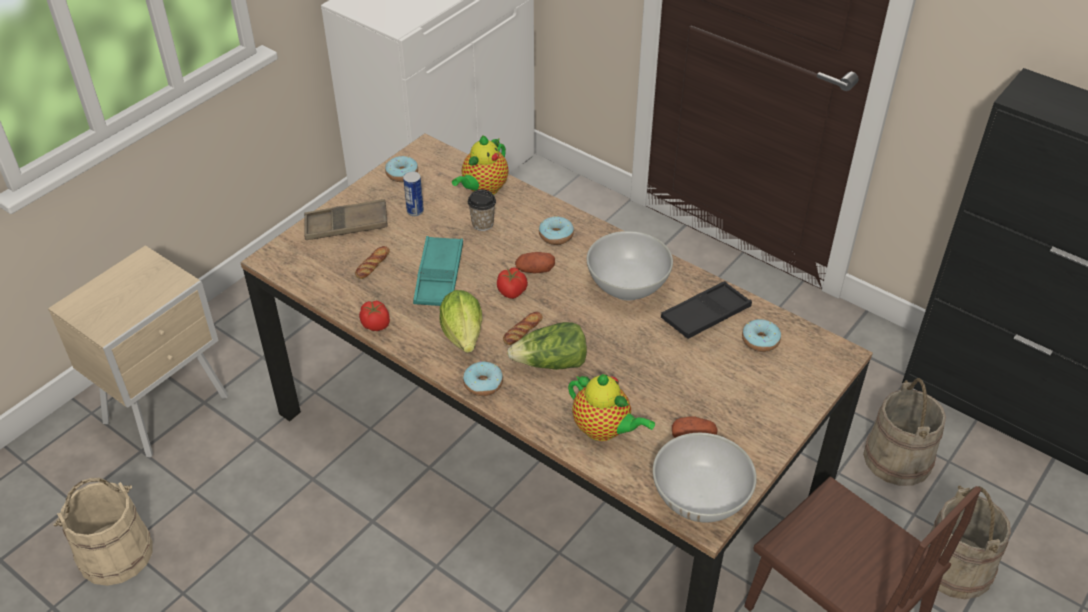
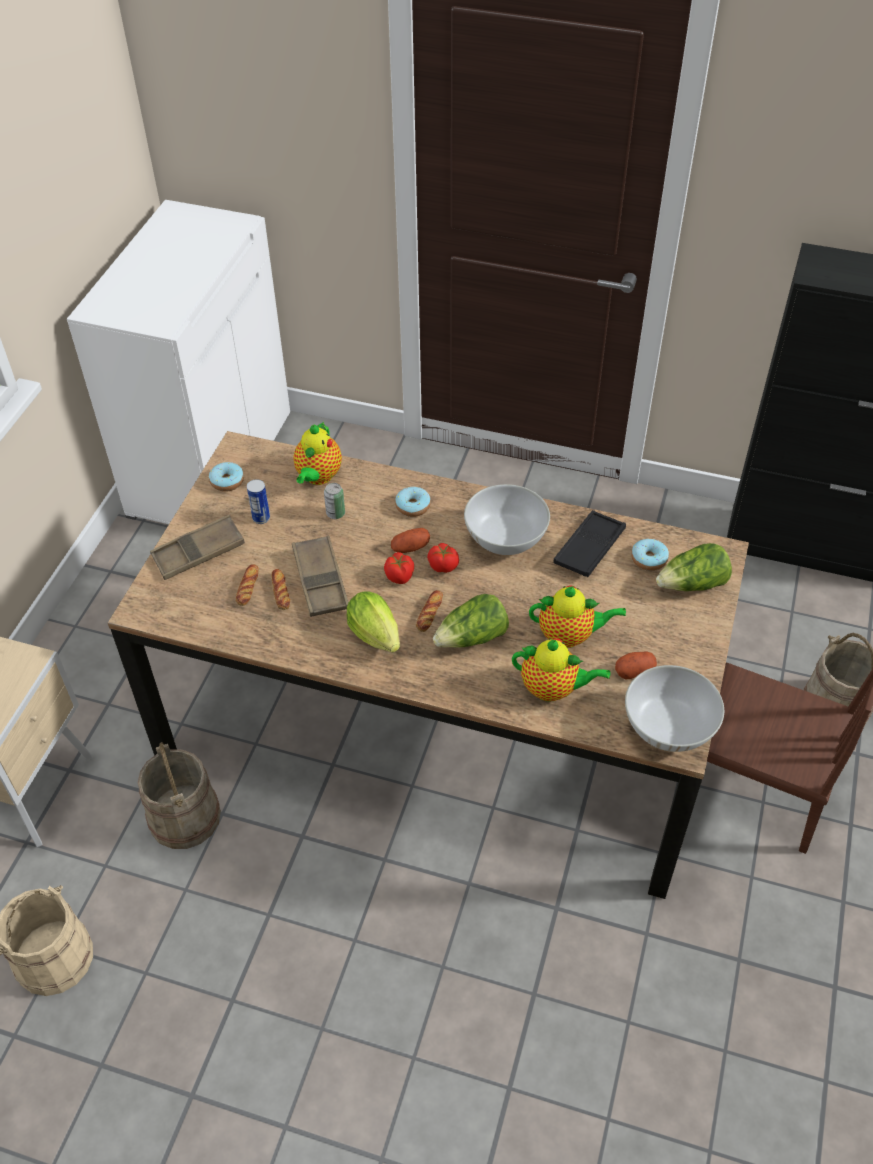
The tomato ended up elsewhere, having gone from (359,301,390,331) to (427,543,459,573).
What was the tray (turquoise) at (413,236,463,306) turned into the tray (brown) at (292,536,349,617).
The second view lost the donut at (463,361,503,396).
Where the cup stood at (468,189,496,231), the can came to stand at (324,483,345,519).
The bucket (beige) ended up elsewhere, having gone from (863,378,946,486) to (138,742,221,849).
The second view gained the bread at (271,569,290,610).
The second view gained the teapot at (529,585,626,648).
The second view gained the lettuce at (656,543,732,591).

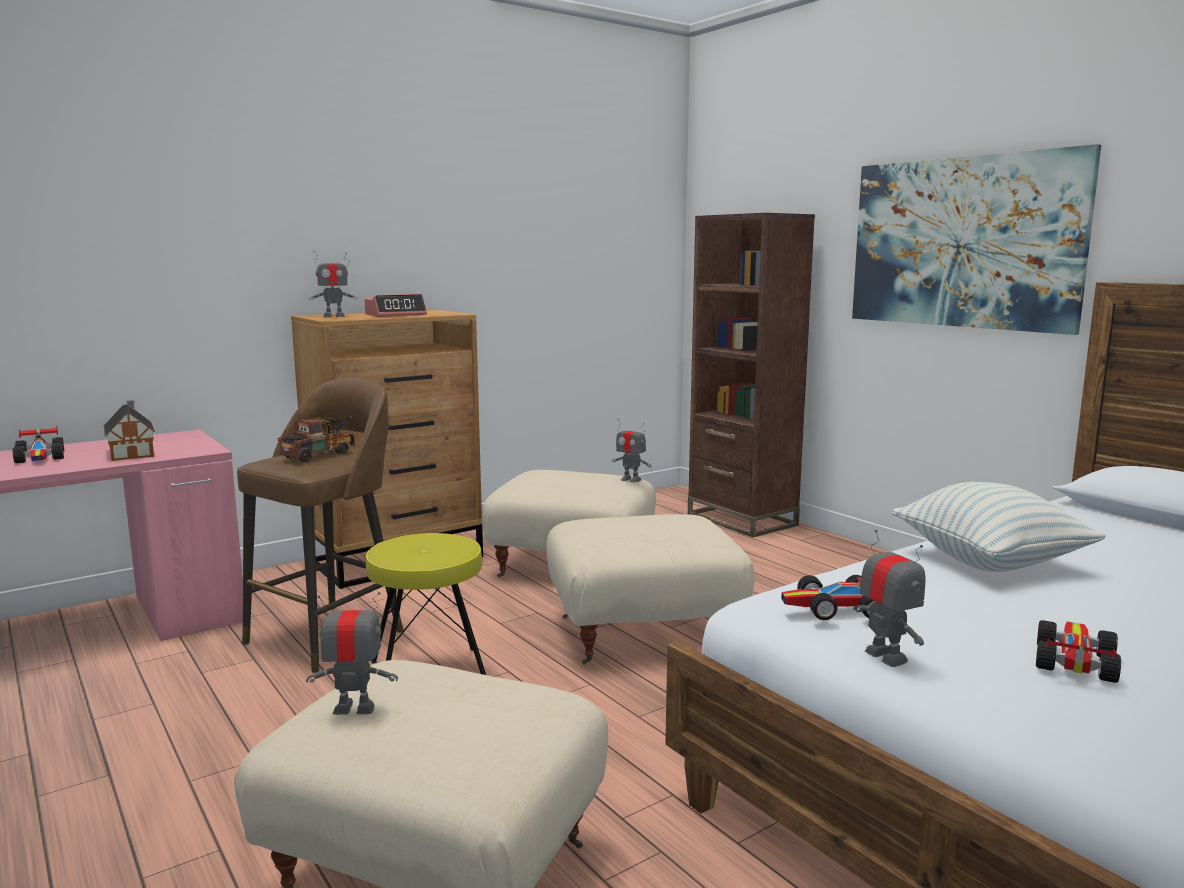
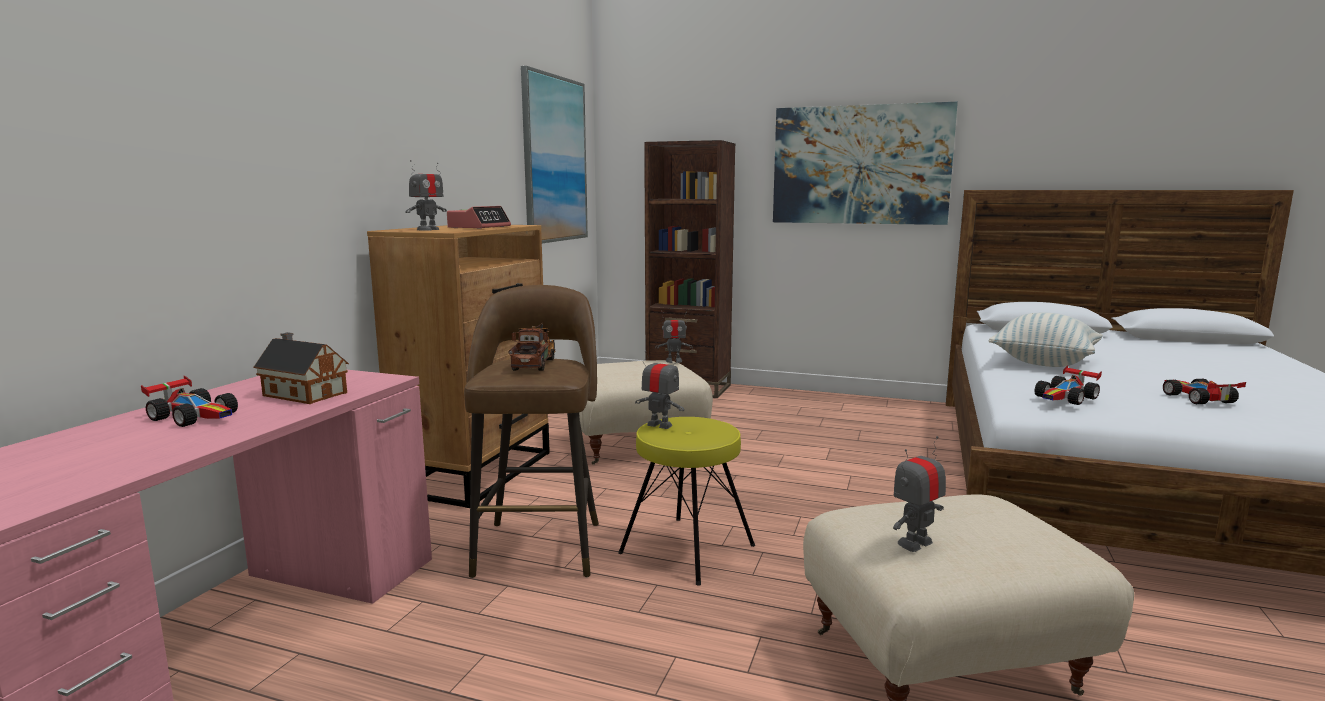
The second view lost the ottoman (beige) at (547,514,755,665).
The toy robot ended up elsewhere, having gone from (854,530,926,667) to (635,351,684,429).
The second view gained the picture at (521,66,588,243).

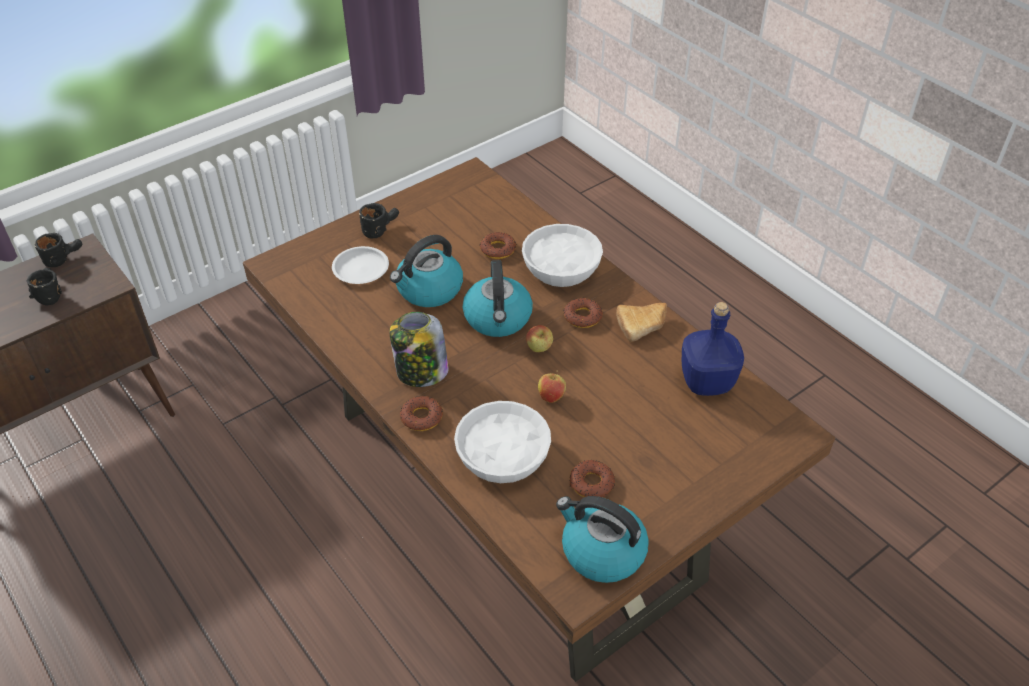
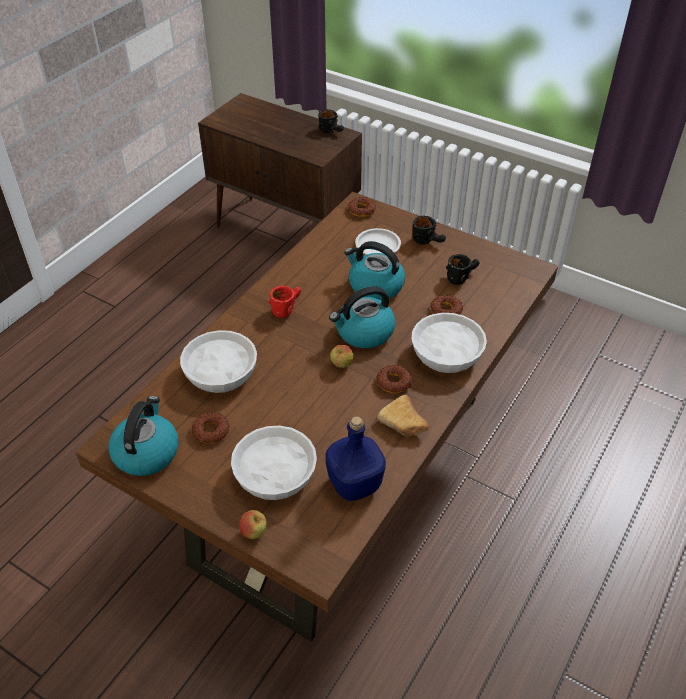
The mug (black) ended up elsewhere, having gone from (27,268,62,306) to (446,254,480,285).
Where the jar stood at (390,312,449,387), the mug (red) came to stand at (269,286,301,318).
The donut ended up elsewhere, having gone from (400,396,443,431) to (348,197,376,217).
The apple ended up elsewhere, having gone from (538,370,566,403) to (240,510,267,539).
The second view gained the bowl (white) at (231,426,317,500).

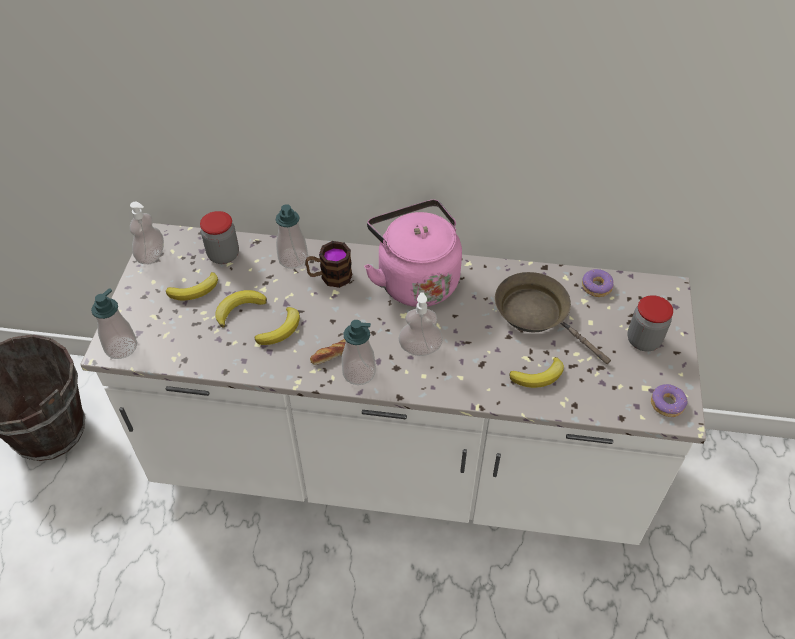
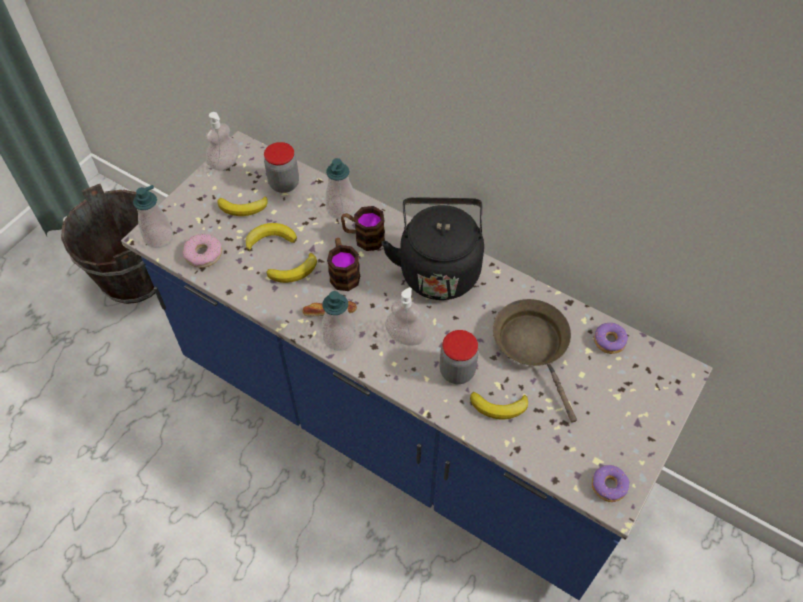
What was the counter (white) at (80,223,706,545) turned into the counter (blue) at (121,131,713,600).
What was the kettle (pink) at (364,200,462,307) turned into the kettle (black) at (381,197,484,300).
The jar ended up elsewhere, having gone from (627,295,673,351) to (440,330,479,384).
The second view gained the donut at (183,234,222,268).
The second view gained the mug at (327,238,360,291).

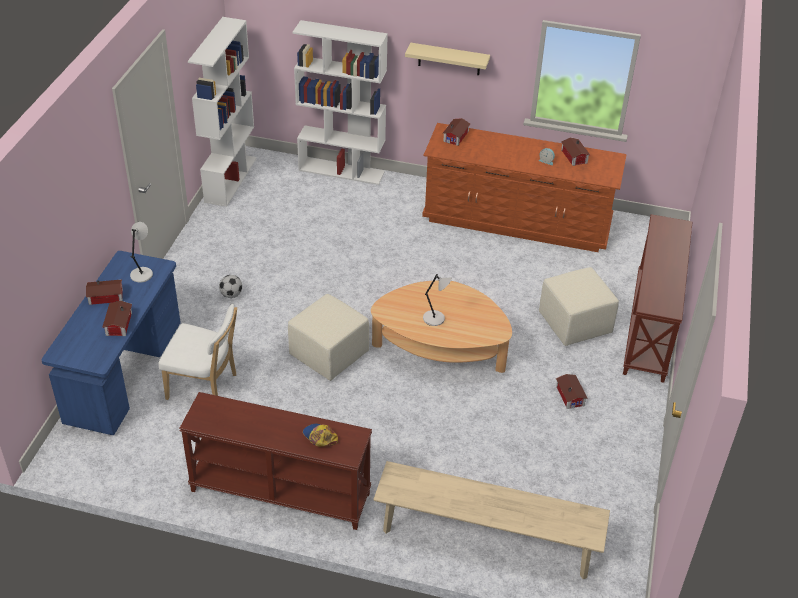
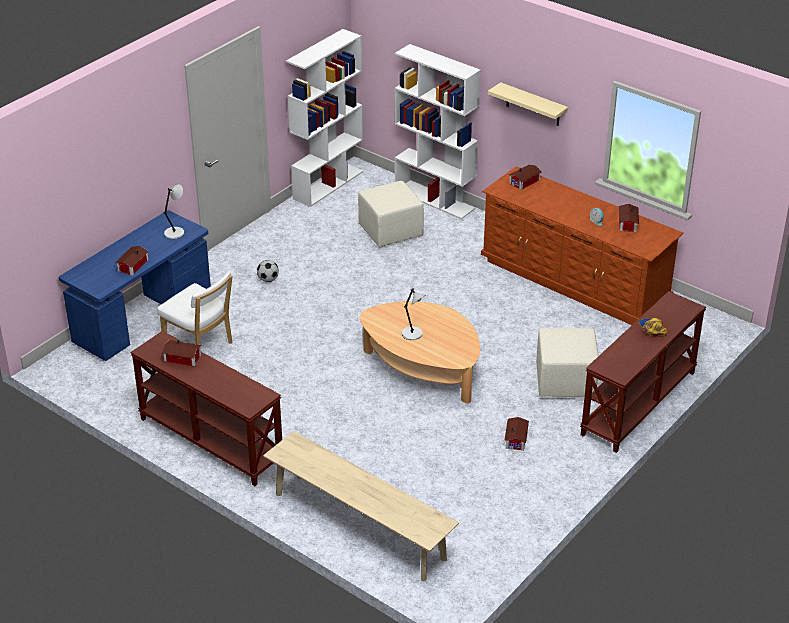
The toy house ended up elsewhere, having gone from (86,279,123,305) to (162,340,201,366).
The ottoman (beige) ended up elsewhere, having gone from (288,294,369,381) to (358,181,424,248).
The cap ended up elsewhere, having gone from (303,424,338,447) to (639,318,667,337).

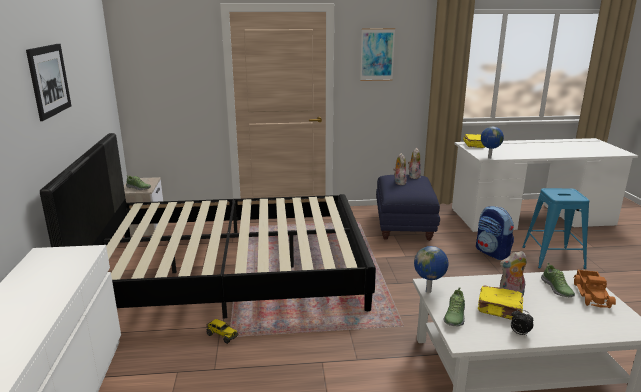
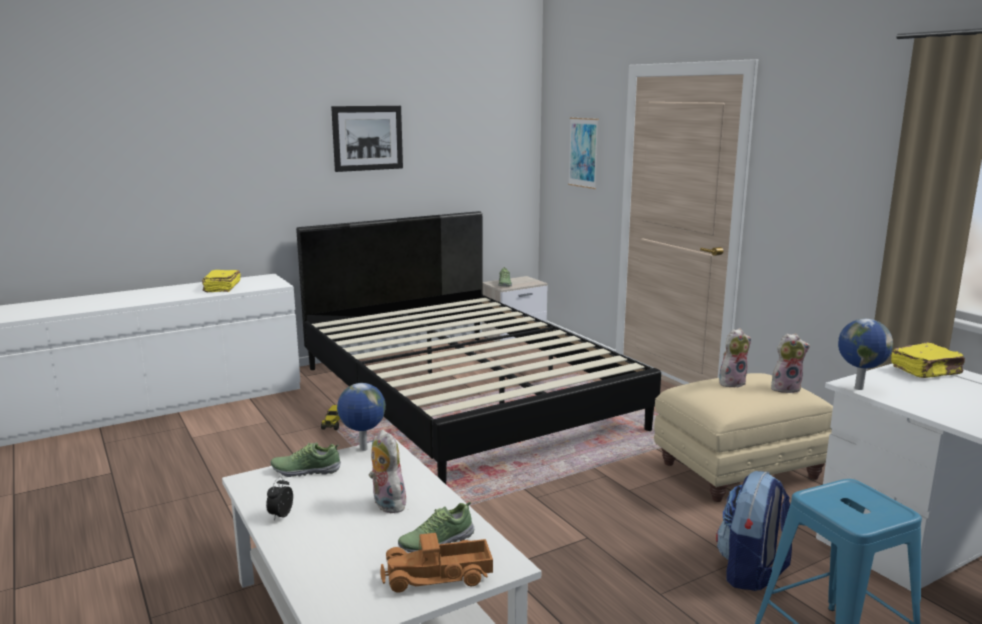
The picture ended up elsewhere, having gone from (360,28,395,81) to (568,118,599,189).
What was the ottoman (blue) at (376,175,440,241) turned into the ottoman (beige) at (654,373,833,502).
The book (yellow) ended up elsewhere, having gone from (478,285,523,320) to (202,270,241,292).

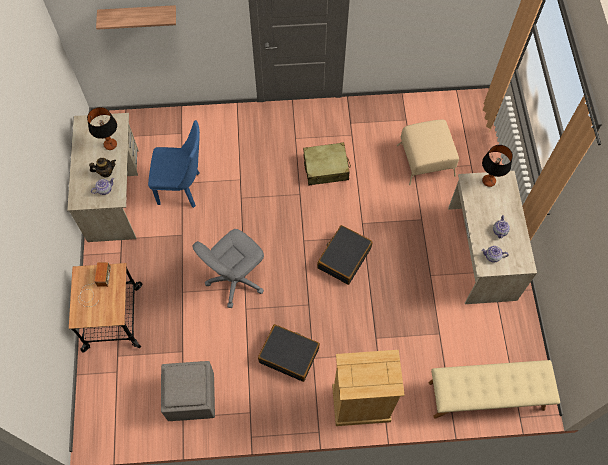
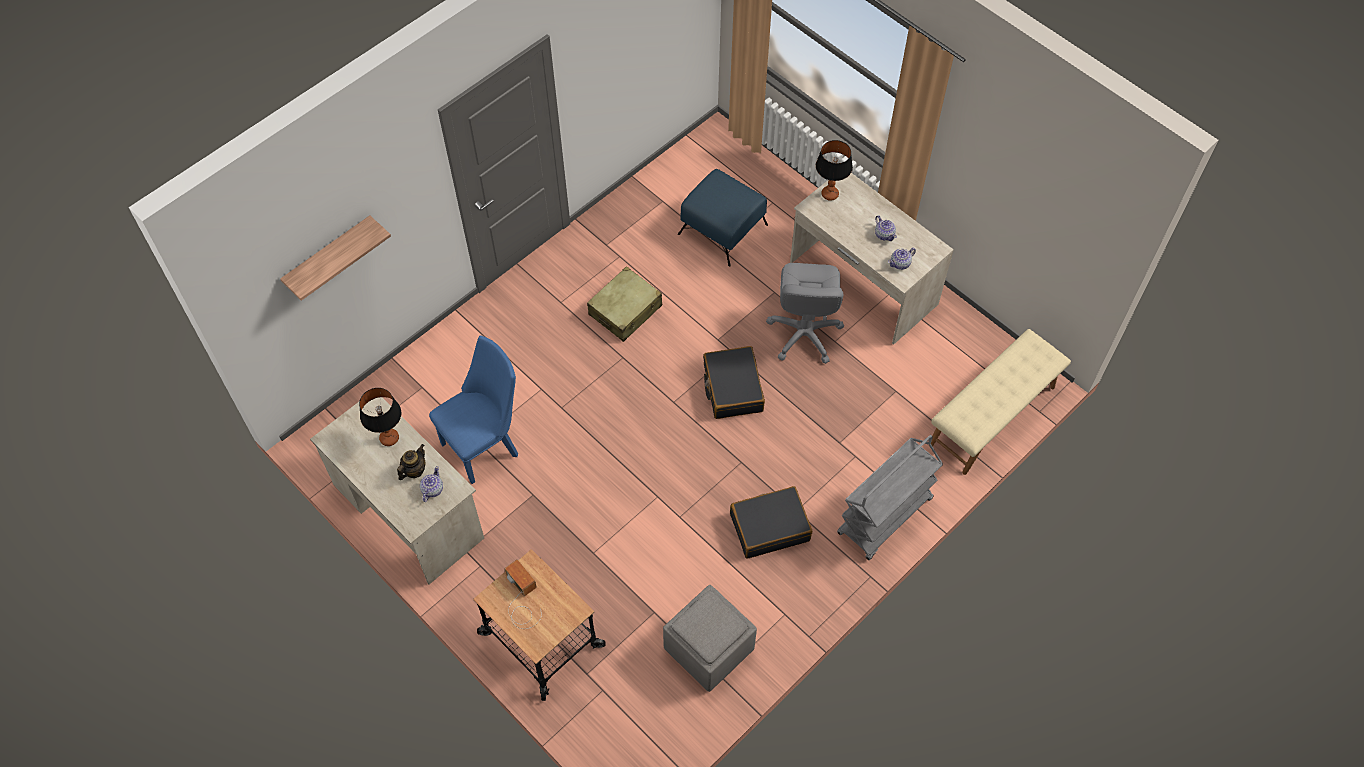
The office chair (grey) ended up elsewhere, having gone from (192,229,264,308) to (766,263,844,364).
Where the dresser (beige) stood at (332,350,405,426), the cart (grey) came to stand at (837,435,943,560).
What was the ottoman (beige) at (397,120,459,185) turned into the ottoman (blue) at (678,169,768,267).

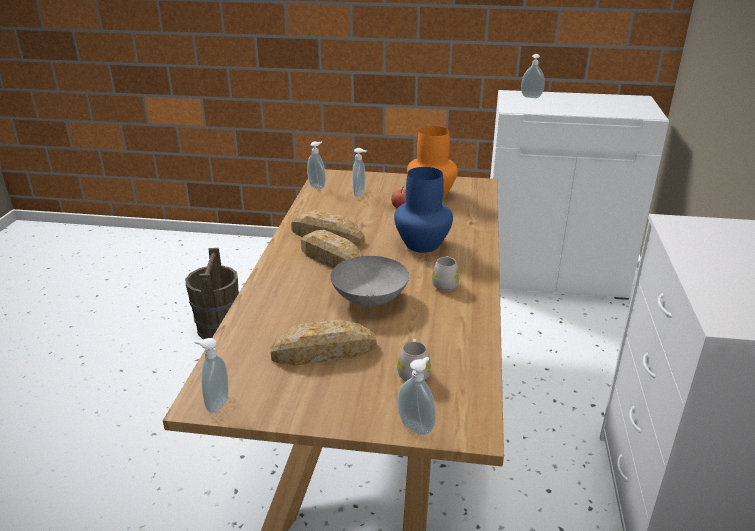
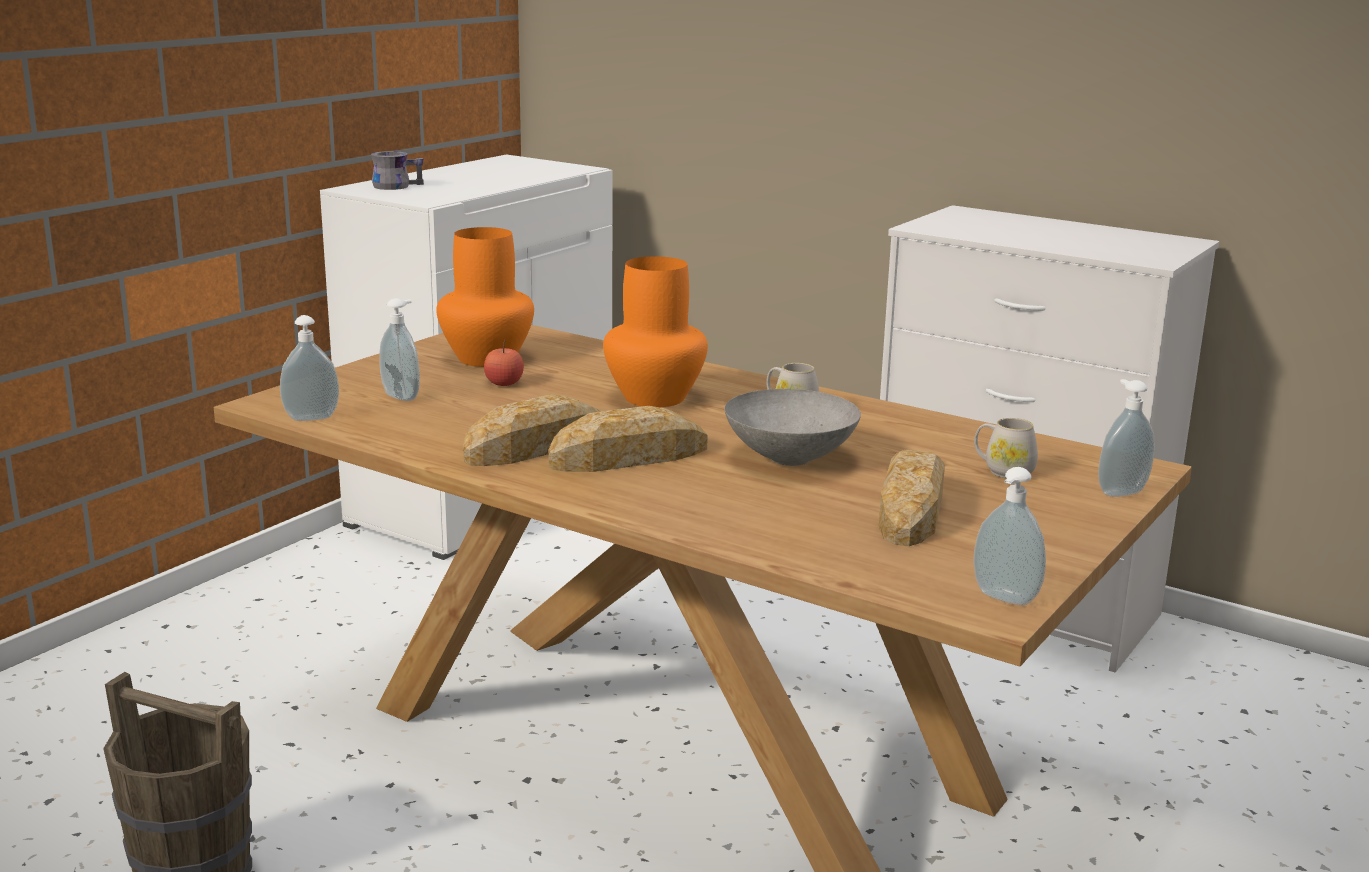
What was the vase (blue) at (394,167,453,253) turned into the vase (orange) at (603,256,708,407).
Where the soap dispenser stood at (521,54,545,98), the mug (grey) came to stand at (371,151,424,190).

